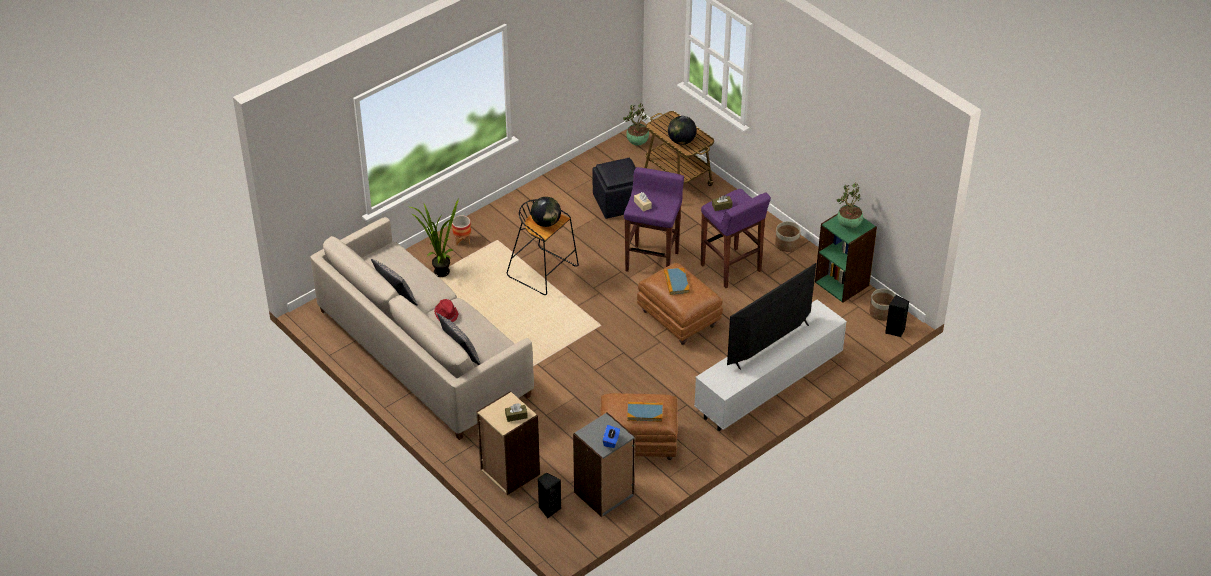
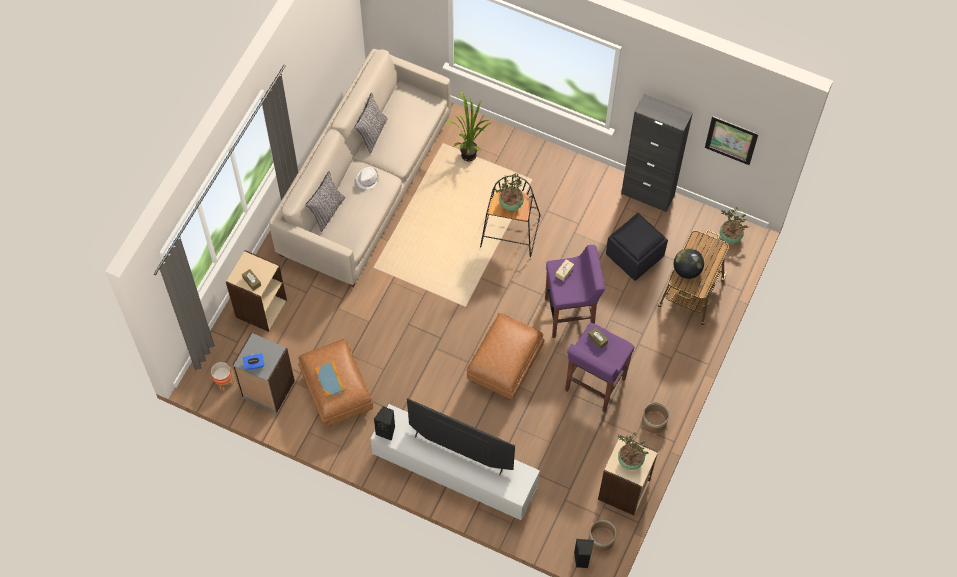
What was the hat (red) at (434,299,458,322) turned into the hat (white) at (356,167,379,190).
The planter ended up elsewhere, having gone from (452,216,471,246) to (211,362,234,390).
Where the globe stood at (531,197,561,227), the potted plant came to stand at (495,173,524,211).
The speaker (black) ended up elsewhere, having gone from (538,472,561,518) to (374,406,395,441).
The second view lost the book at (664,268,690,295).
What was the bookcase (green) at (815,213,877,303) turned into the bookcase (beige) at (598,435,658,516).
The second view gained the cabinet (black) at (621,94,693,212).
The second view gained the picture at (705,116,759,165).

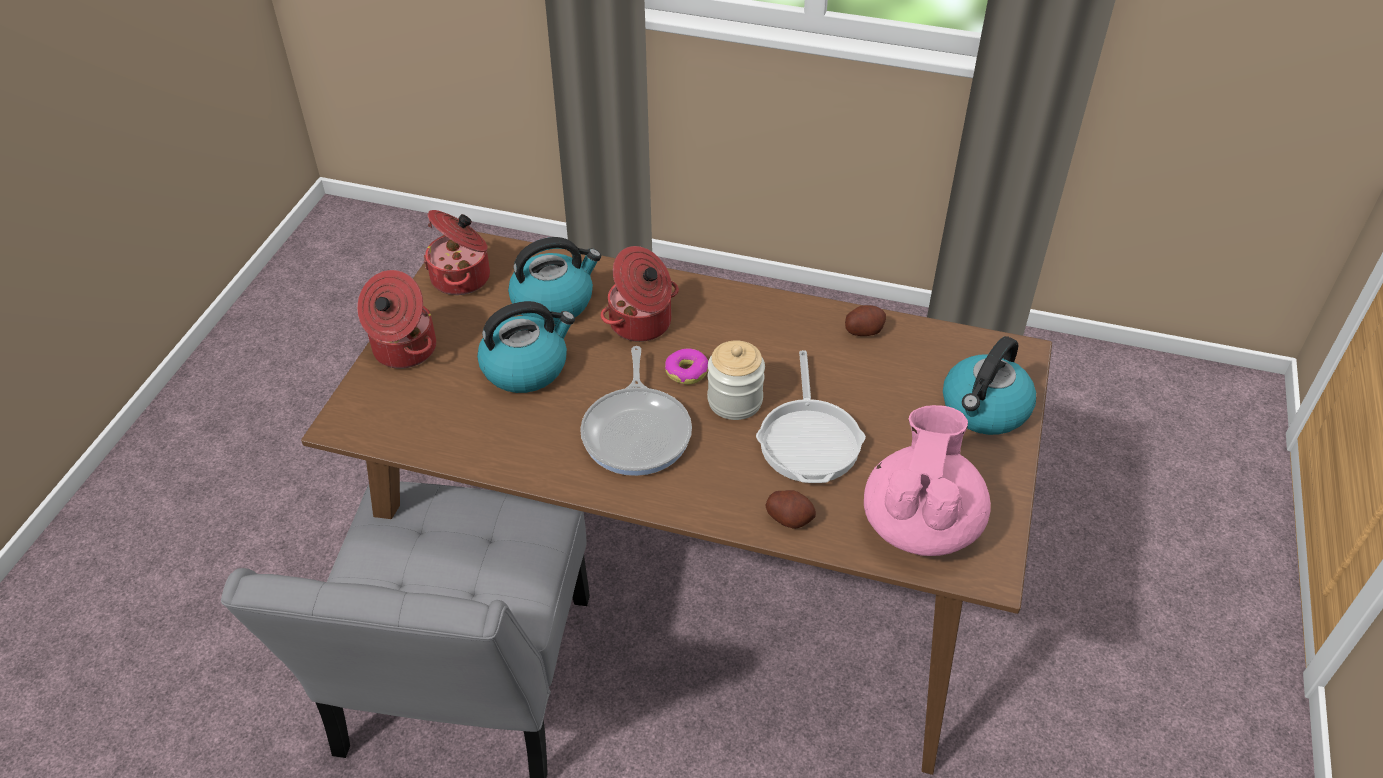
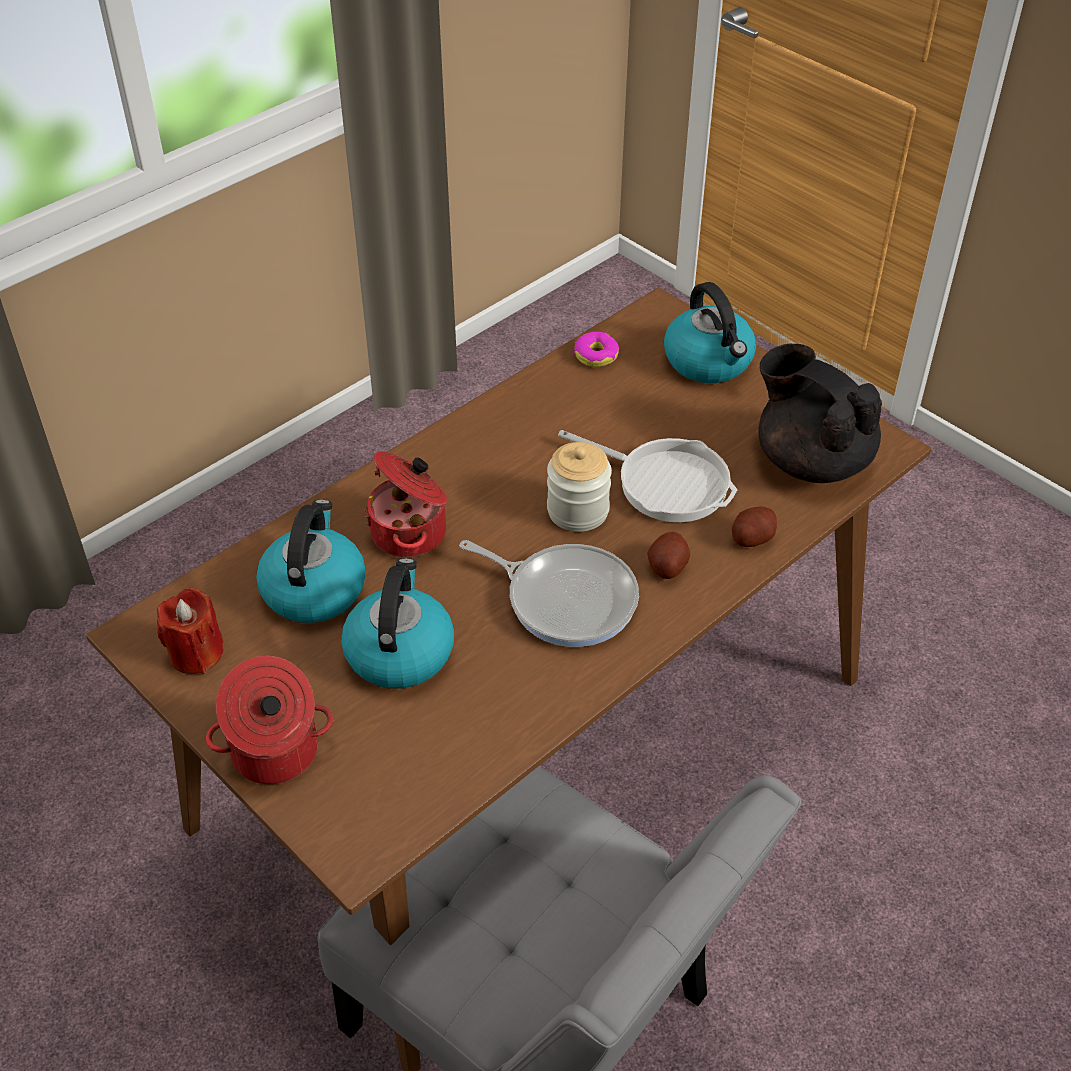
Where the cooking pot stood at (423,210,490,295), the candle (red) came to stand at (157,587,223,674).
The donut ended up elsewhere, having gone from (665,349,708,385) to (574,332,619,367).
The potato ended up elsewhere, having gone from (845,305,886,336) to (647,532,690,579).
What was the teapot (pink) at (864,405,991,556) turned into the teapot (black) at (758,344,882,483).

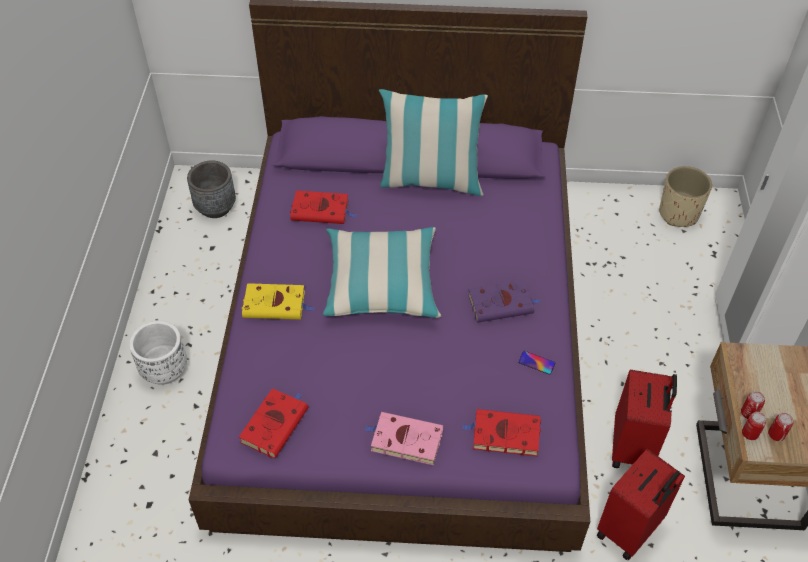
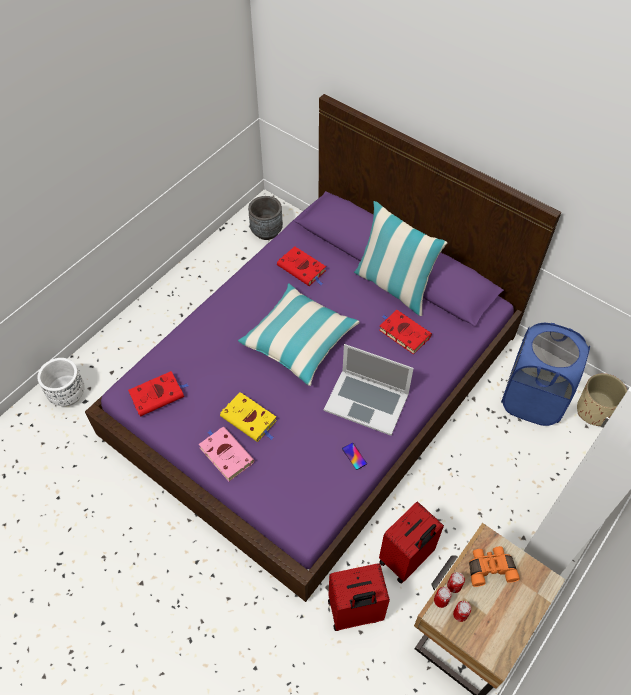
The planter (white) ended up elsewhere, having gone from (129,321,187,385) to (37,358,85,406).
The book (yellow) ended up elsewhere, having gone from (242,283,314,320) to (220,392,277,442).
The book (red) ended up elsewhere, having gone from (462,409,541,456) to (379,310,432,354).
Where the book (purple) stood at (468,280,541,323), the laptop came to stand at (324,344,414,436).
The second view gained the binoculars (orange) at (469,546,520,587).
The second view gained the laundry basket (blue) at (501,323,590,426).

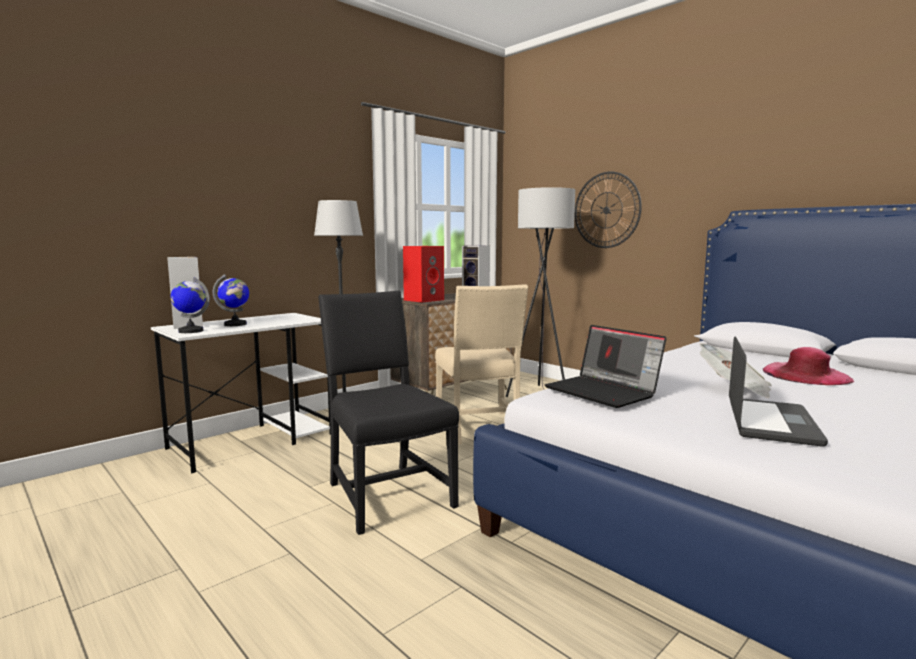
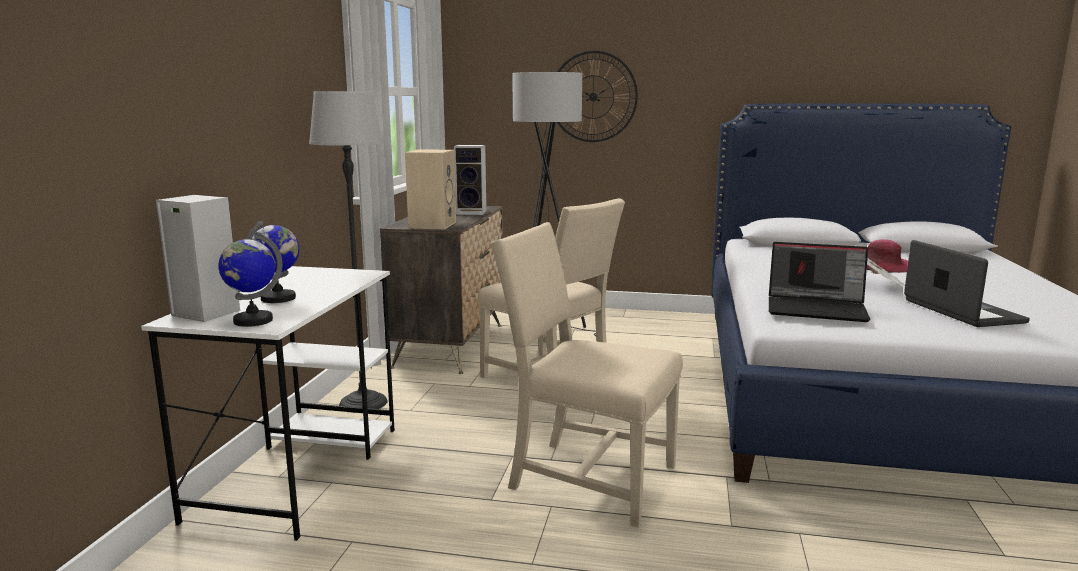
What was the chair (black) at (318,291,459,535) turned into the chair (beige) at (491,222,683,528).
What was the speaker (red) at (403,246,444,303) turned into the speaker (beige) at (405,149,456,230).

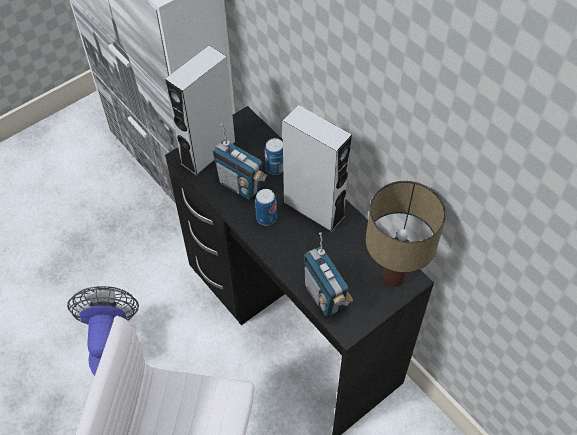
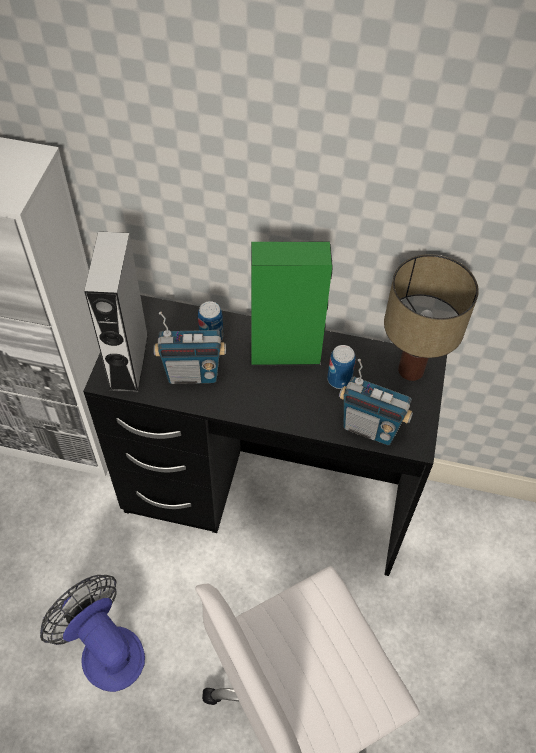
The can ended up elsewhere, having gone from (255,189,277,226) to (327,345,356,389).
What was the speaker (grey) at (282,105,352,232) turned into the speaker (green) at (250,242,332,366).

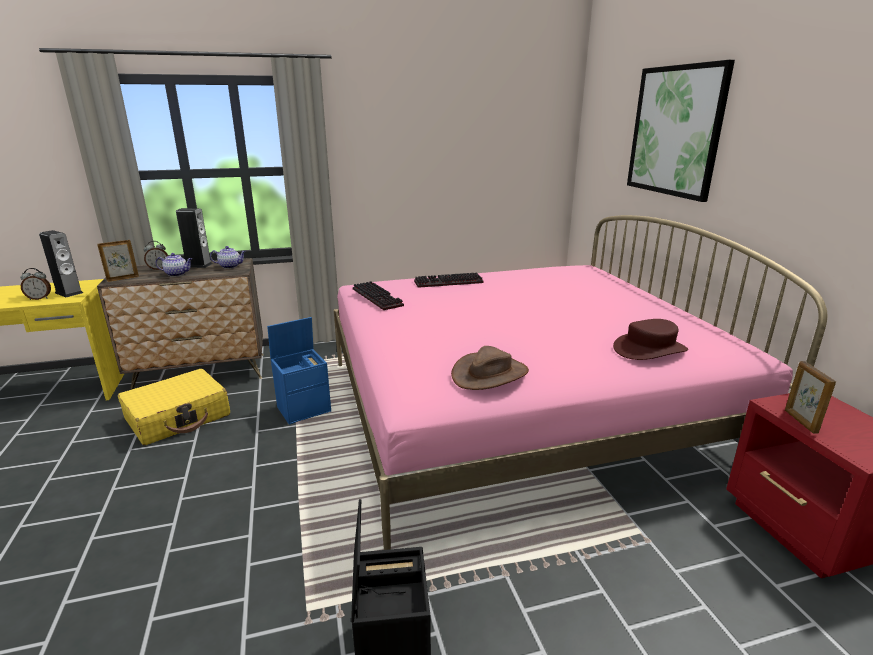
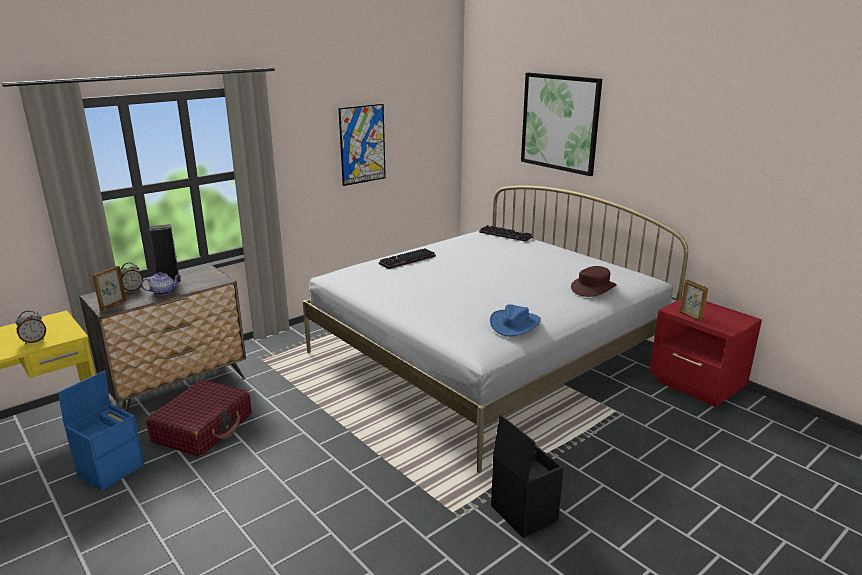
The second view lost the speaker at (39,230,83,297).
What was the suitcase (yellow) at (118,369,230,445) turned into the suitcase (red) at (146,380,252,457).
The second view lost the teapot at (210,246,246,269).
The storage box (blue) ended up elsewhere, having gone from (267,317,331,425) to (58,370,145,491).
What was the bed (pink) at (334,215,827,550) turned into the bed (white) at (303,185,688,473).
The keyboard ended up elsewhere, having gone from (353,281,404,310) to (479,225,532,242).
What was the hat (brown) at (451,346,529,390) turned into the hat (blue) at (490,304,541,336).
The second view gained the picture at (339,104,386,186).

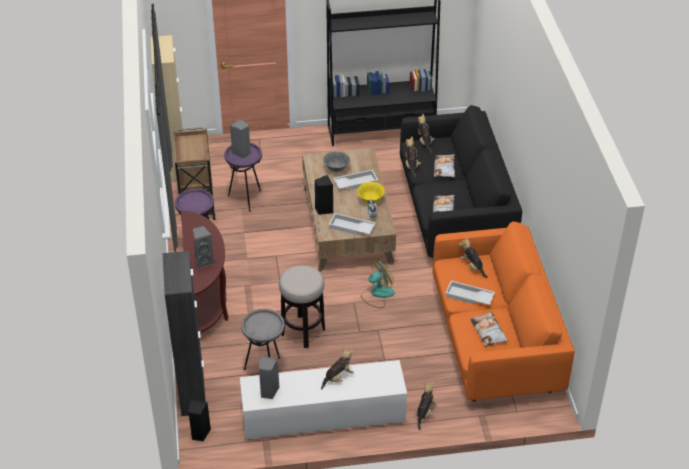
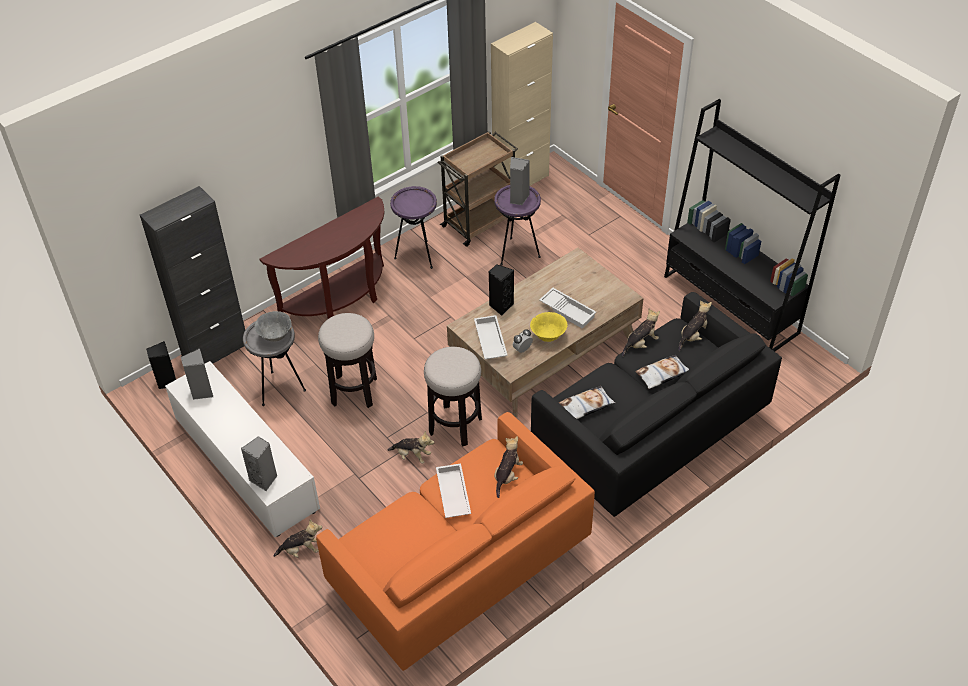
The speaker (grey) ended up elsewhere, having gone from (192,226,214,269) to (241,436,277,491).
The plush toy ended up elsewhere, having gone from (321,347,354,389) to (388,431,434,464).
The bowl (grey) ended up elsewhere, having gone from (323,151,350,172) to (255,311,292,342).
Where the fan stood at (361,259,395,308), the stool came to stand at (424,347,482,447).
The second view lost the pillow at (471,312,507,347).

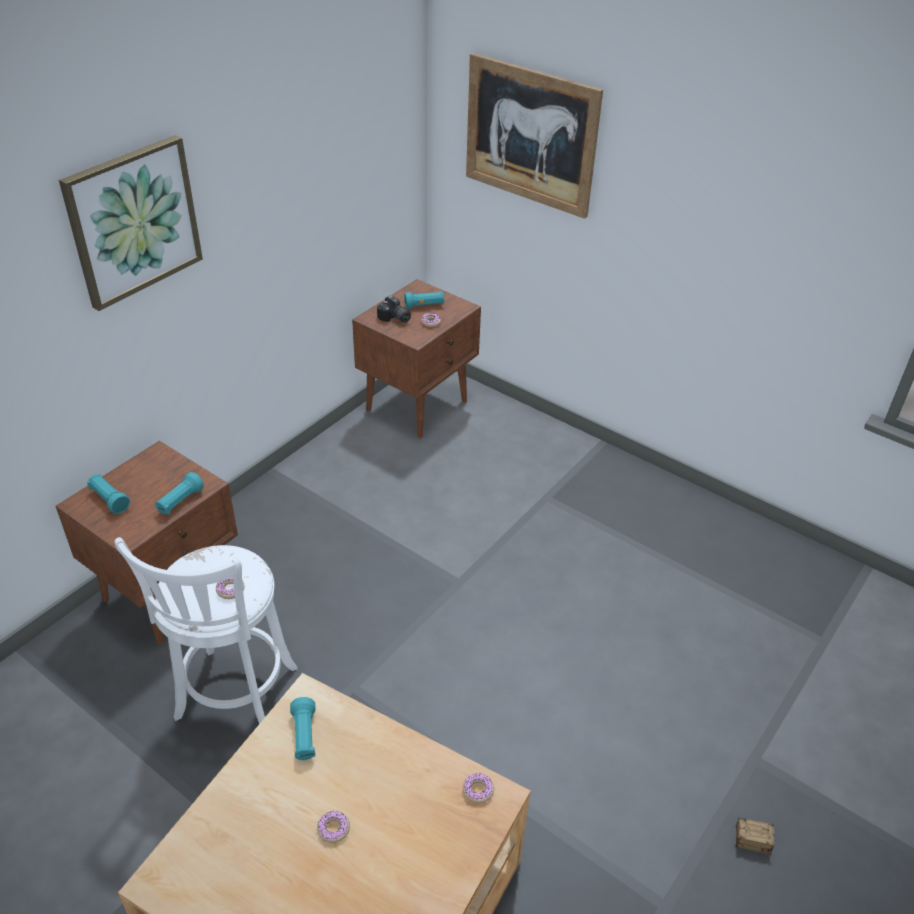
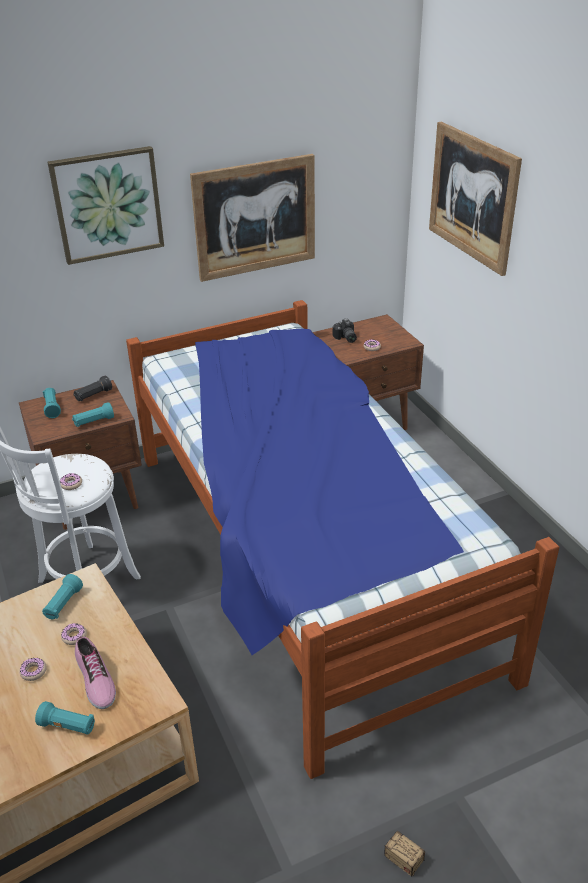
The flashlight (turquoise) ended up elsewhere, having gone from (404,291,445,309) to (35,701,95,735).
The donut ended up elsewhere, having gone from (463,773,494,803) to (61,623,87,645).
The second view gained the flashlight (black) at (74,376,112,401).
The second view gained the shoe at (75,636,116,709).
The second view gained the bed at (126,300,559,779).
The second view gained the picture at (190,154,315,282).

